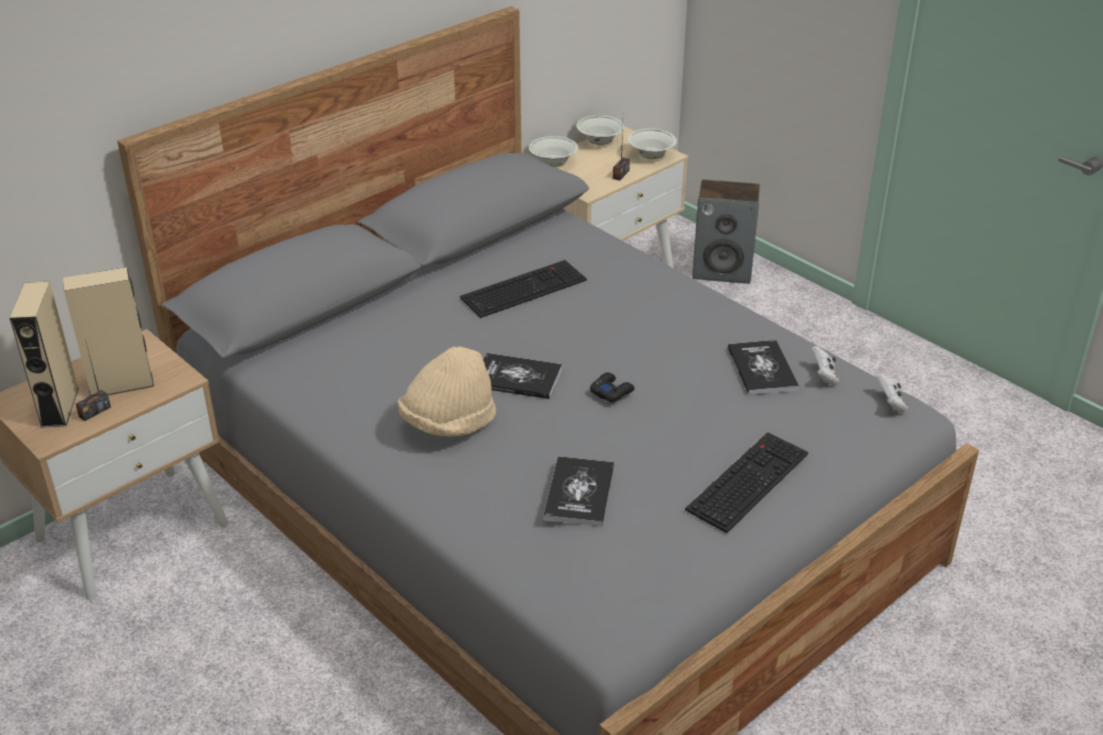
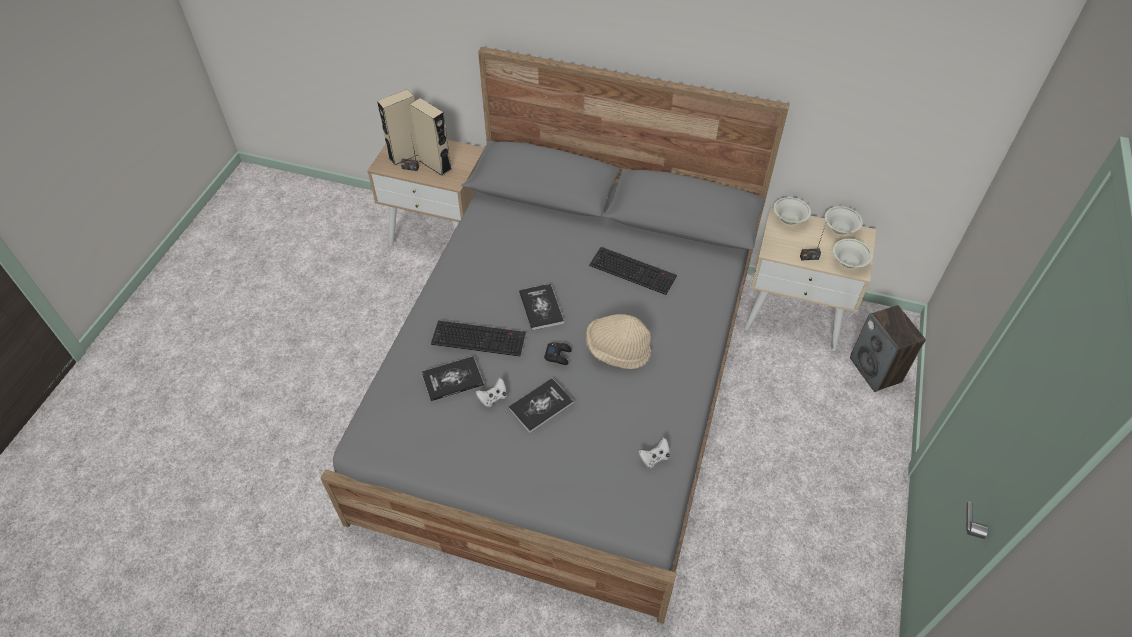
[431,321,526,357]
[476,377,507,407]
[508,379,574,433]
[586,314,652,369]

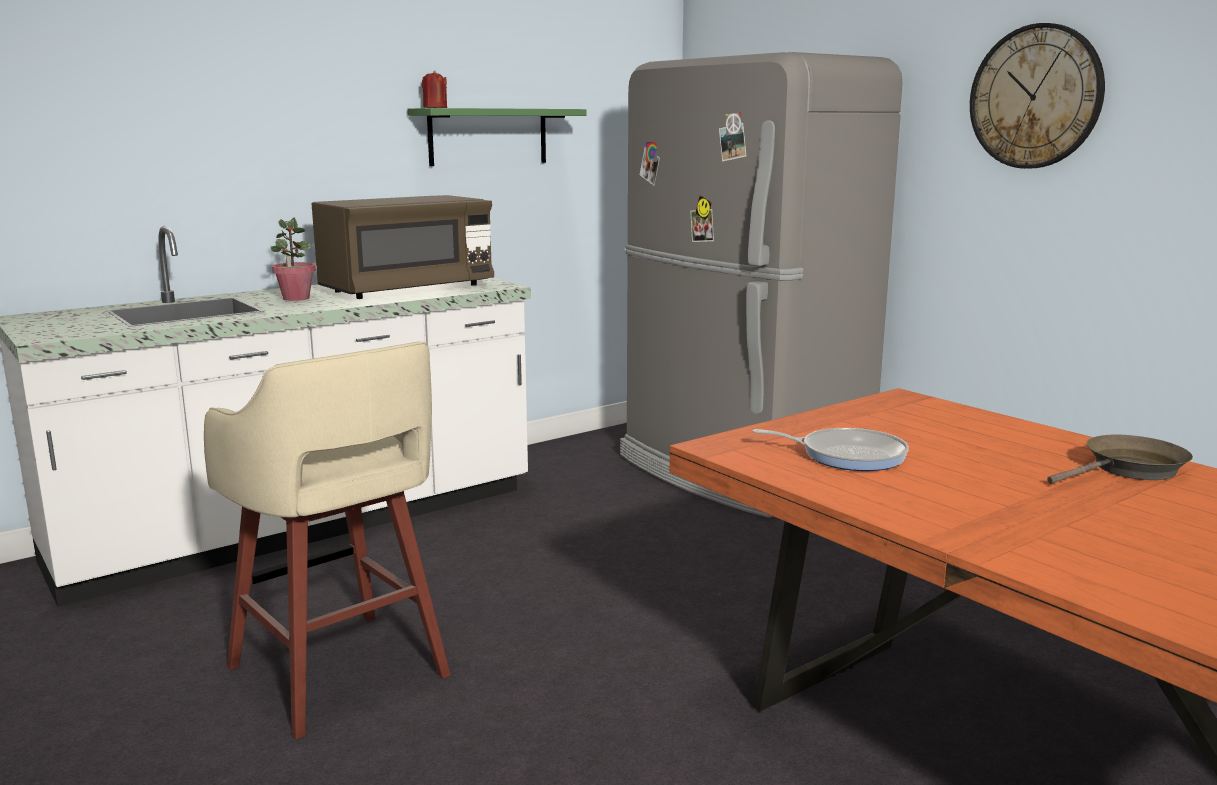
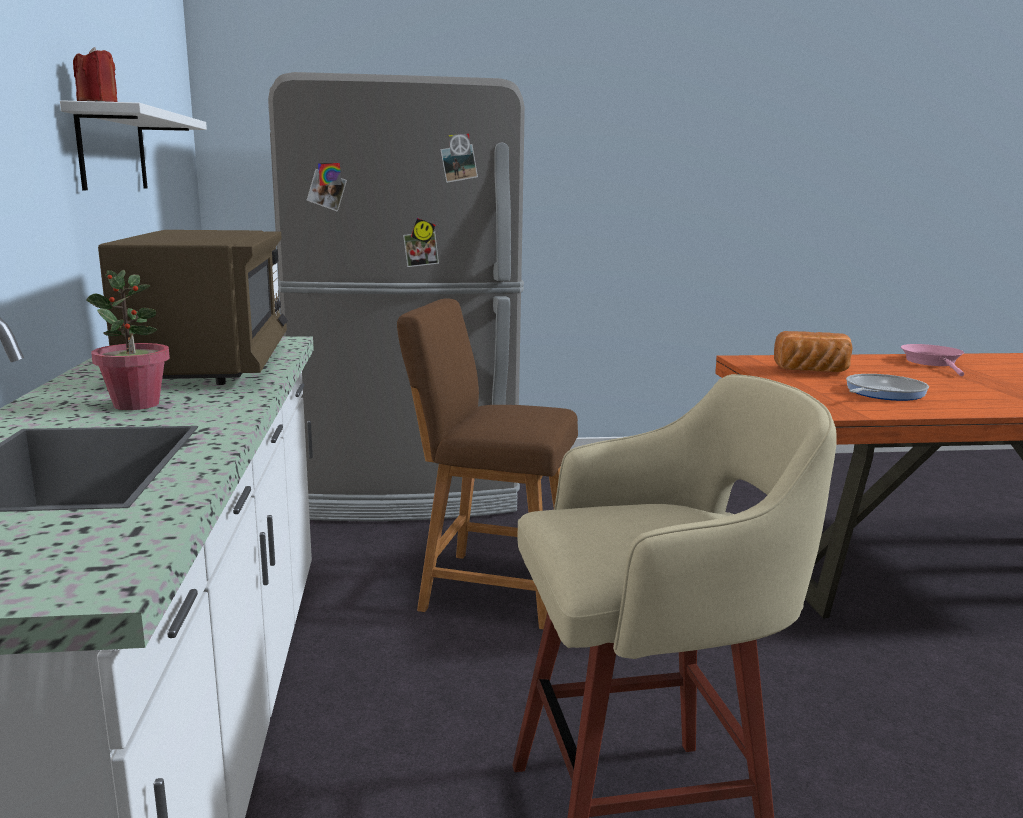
[60,100,207,190]
[397,299,578,629]
[774,331,853,372]
[901,344,964,376]
[970,23,1105,169] (first image)

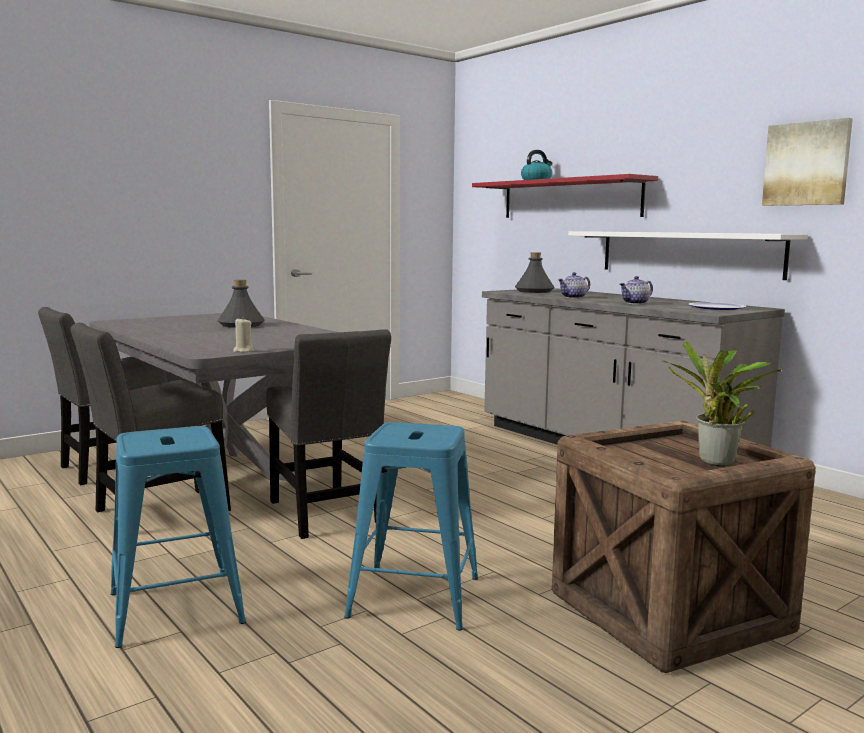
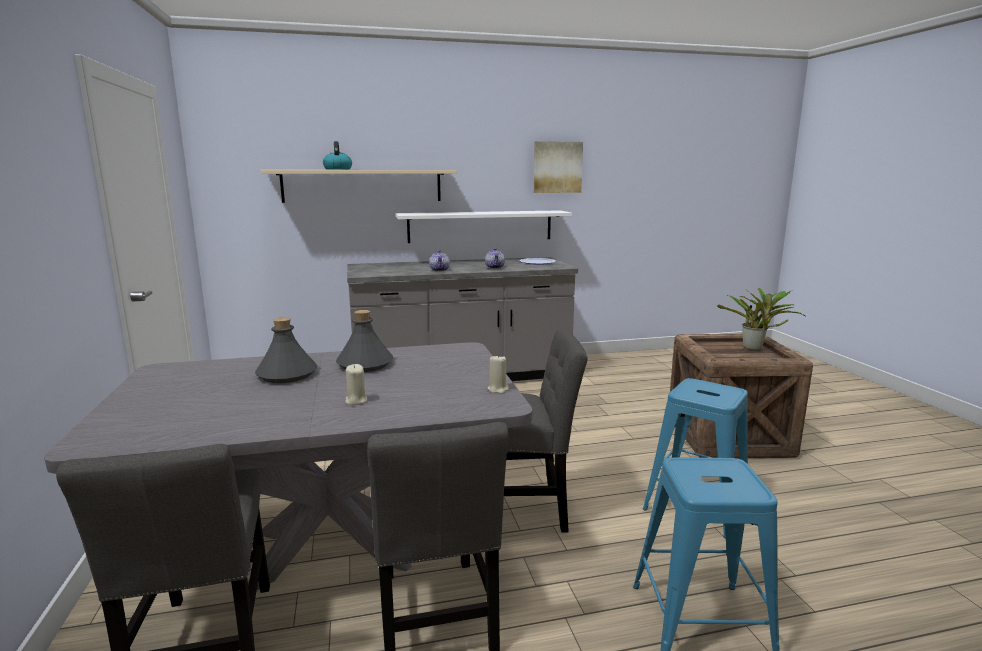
[261,170,457,203]
[336,310,393,372]
[345,364,367,405]

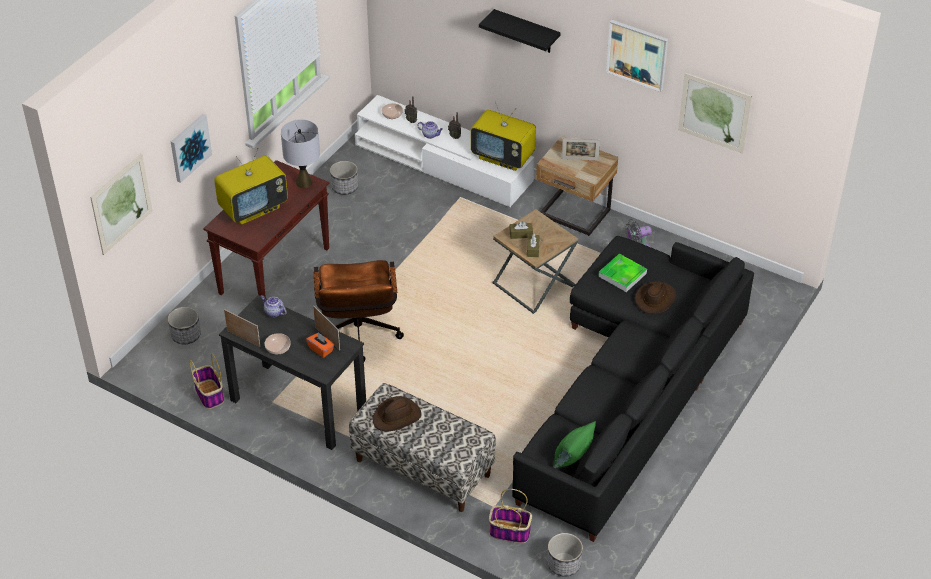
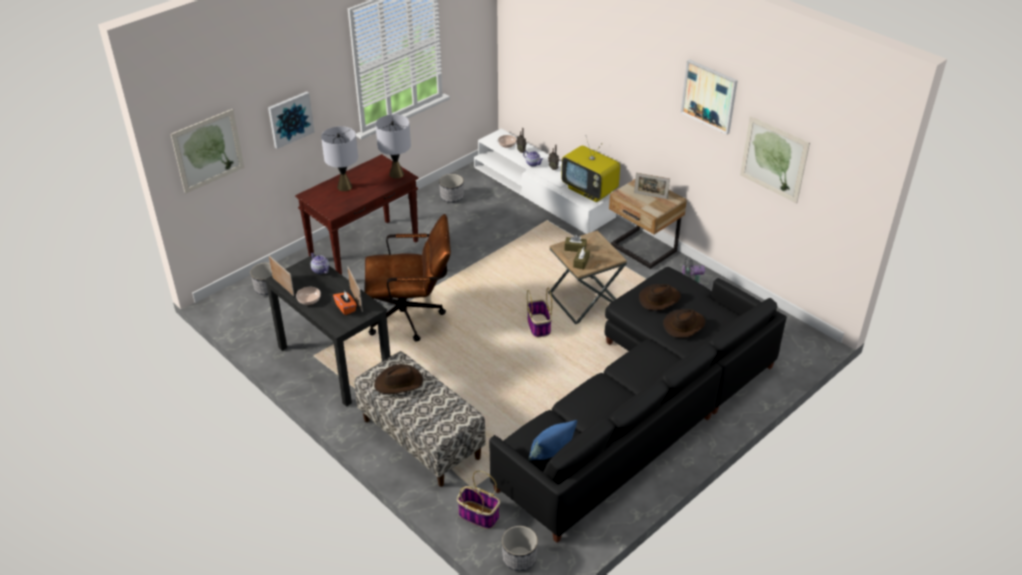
[321,126,358,191]
[365,214,451,341]
[527,288,552,338]
[528,420,577,460]
[639,284,681,311]
[479,9,561,53] (first image)

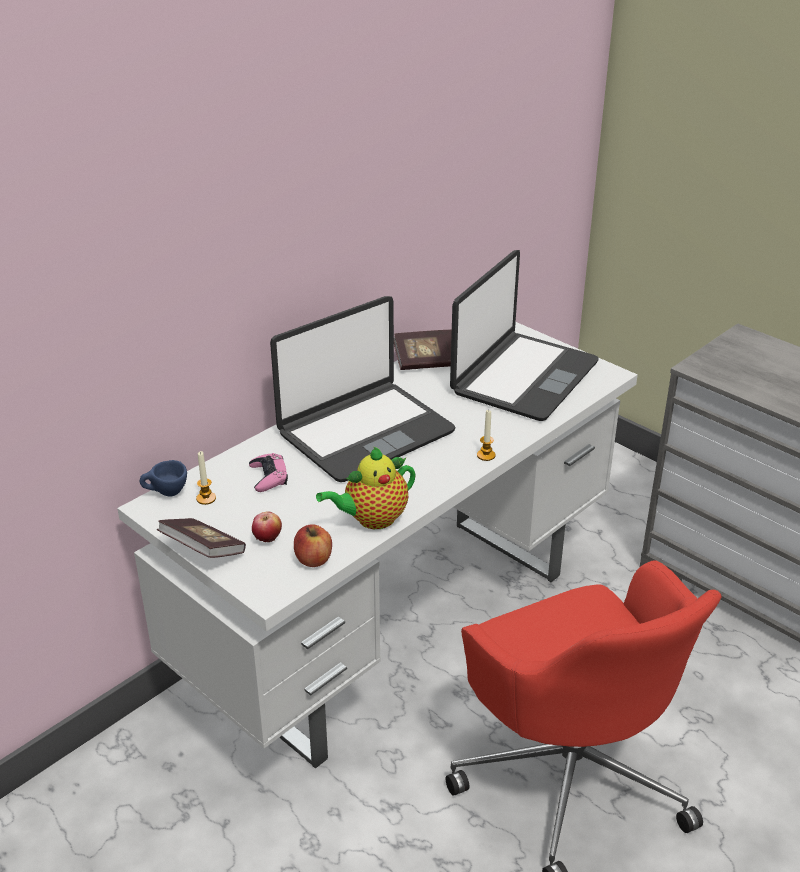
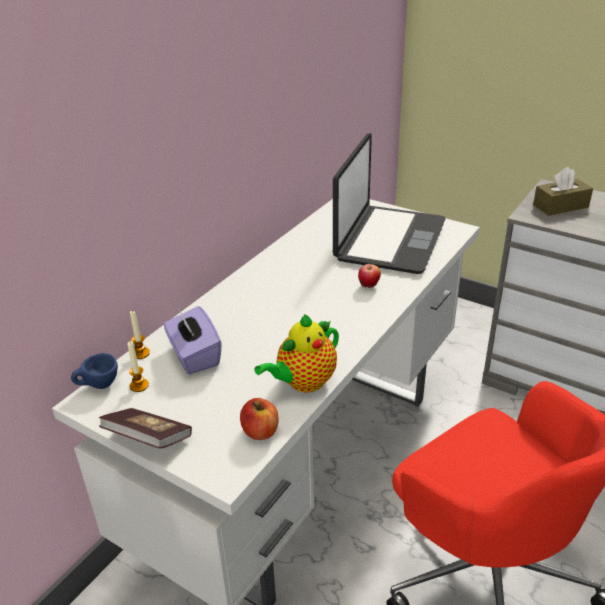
[130,311,150,359]
[164,306,222,374]
[358,264,381,288]
[533,167,593,216]
[270,296,456,482] (first image)
[394,330,452,370] (first image)

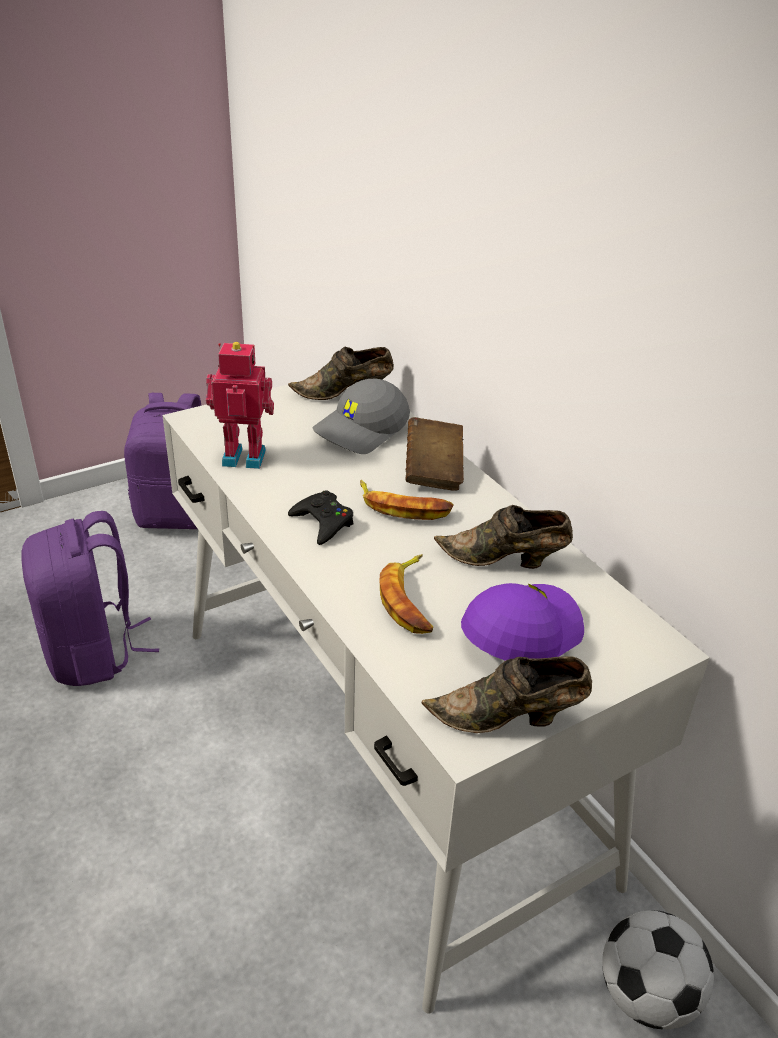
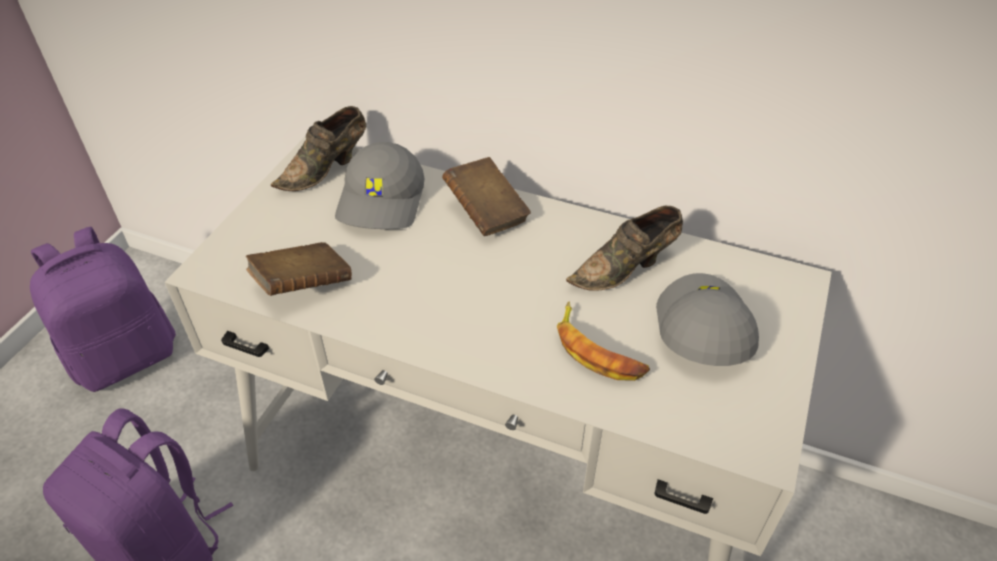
[246,242,352,296]
[656,273,759,366]
[288,490,354,545] (first image)
[360,480,454,520] (first image)
[422,656,592,733] (first image)
[602,910,714,1029] (first image)

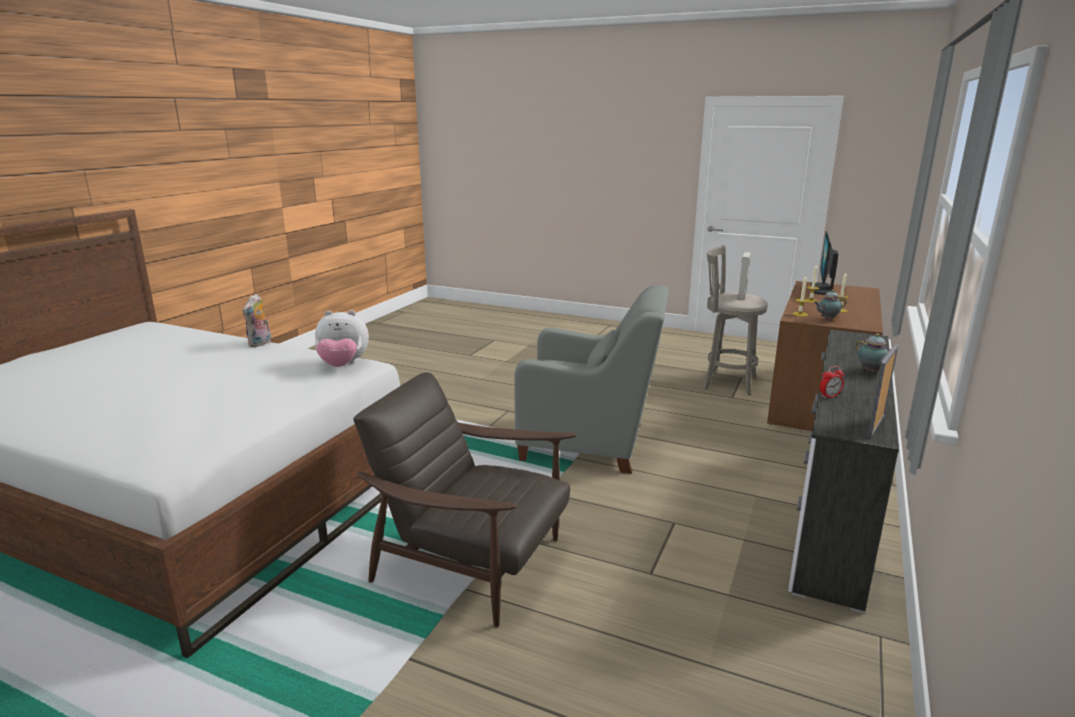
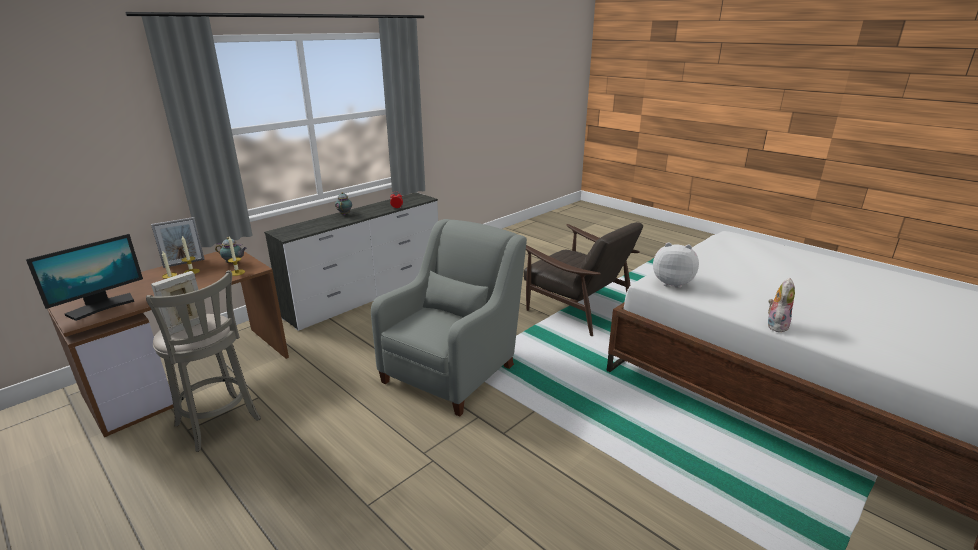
[151,217,205,268]
[371,219,527,417]

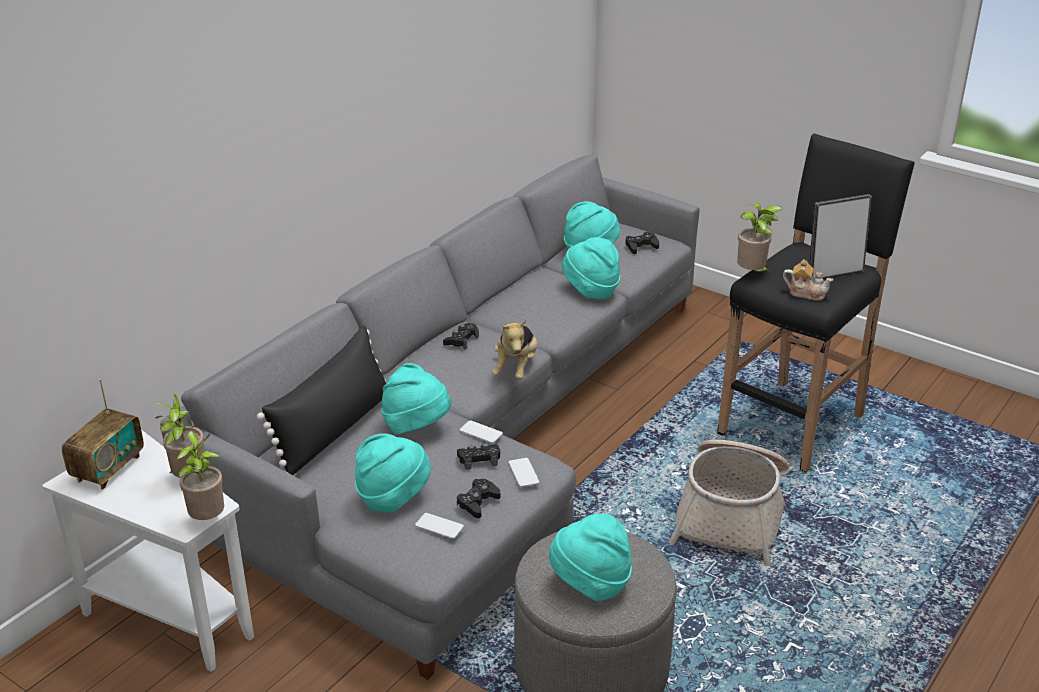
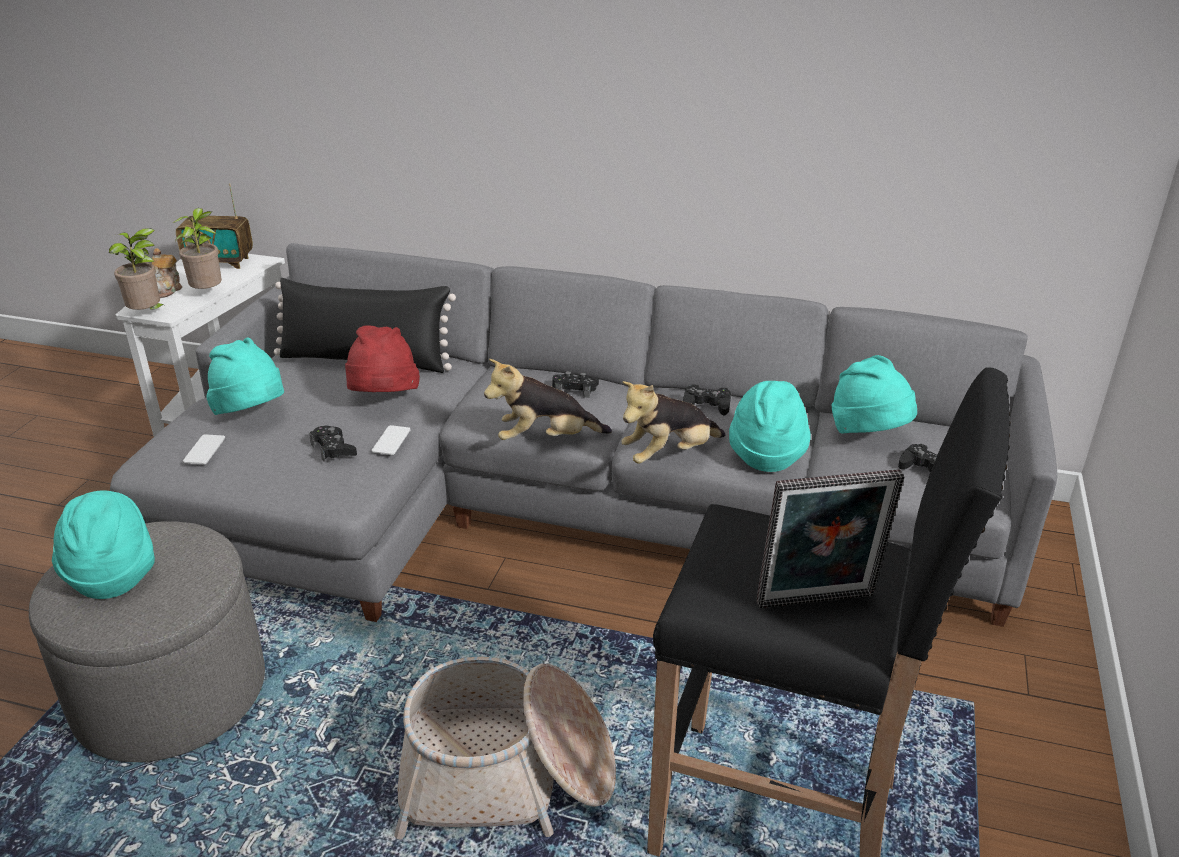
[151,248,182,298]
[345,325,420,392]
[621,381,725,464]
[683,384,731,416]
[756,469,904,608]
[509,458,539,487] (first image)
[737,204,782,272] (first image)

